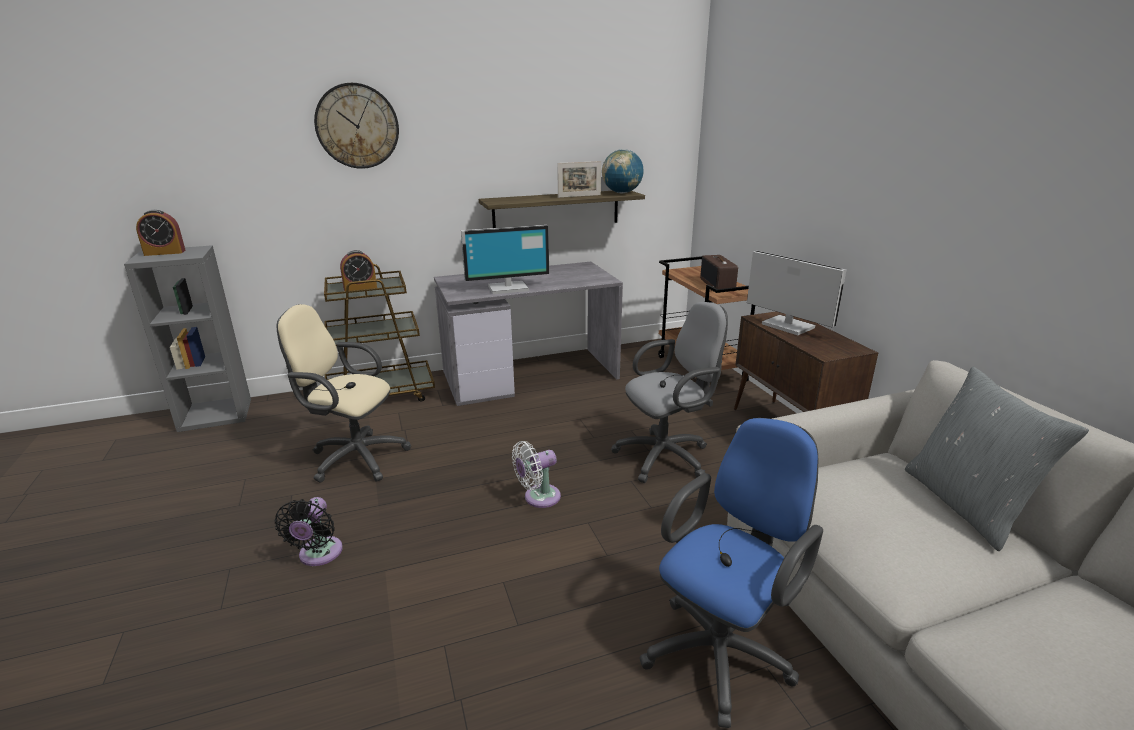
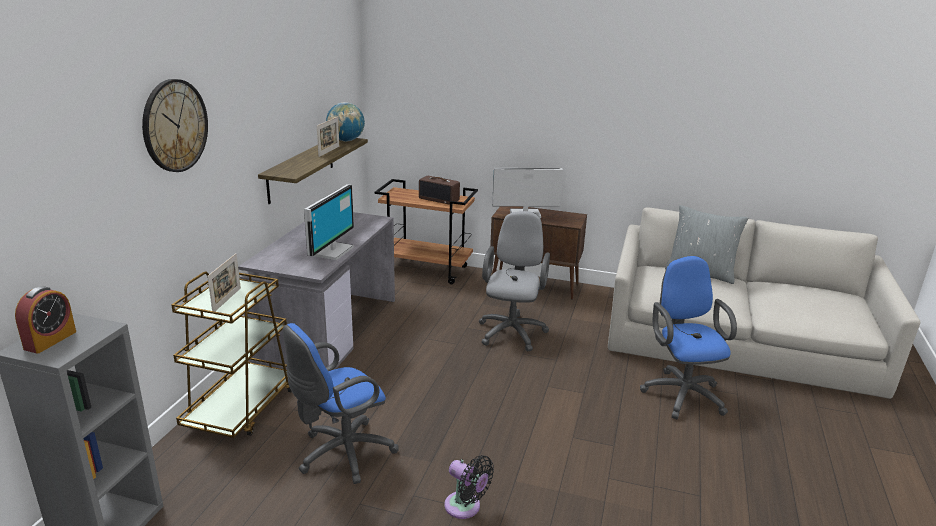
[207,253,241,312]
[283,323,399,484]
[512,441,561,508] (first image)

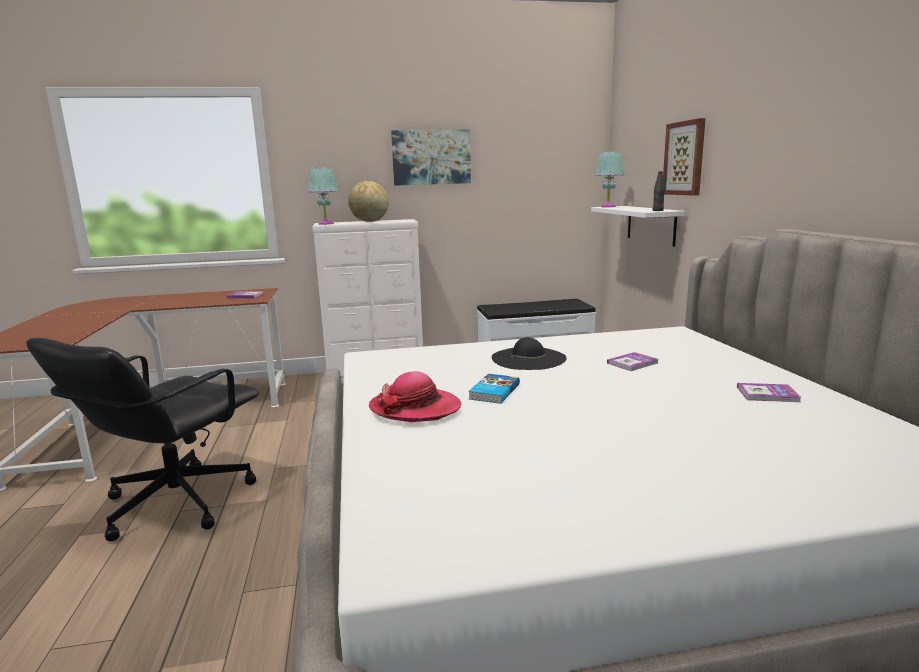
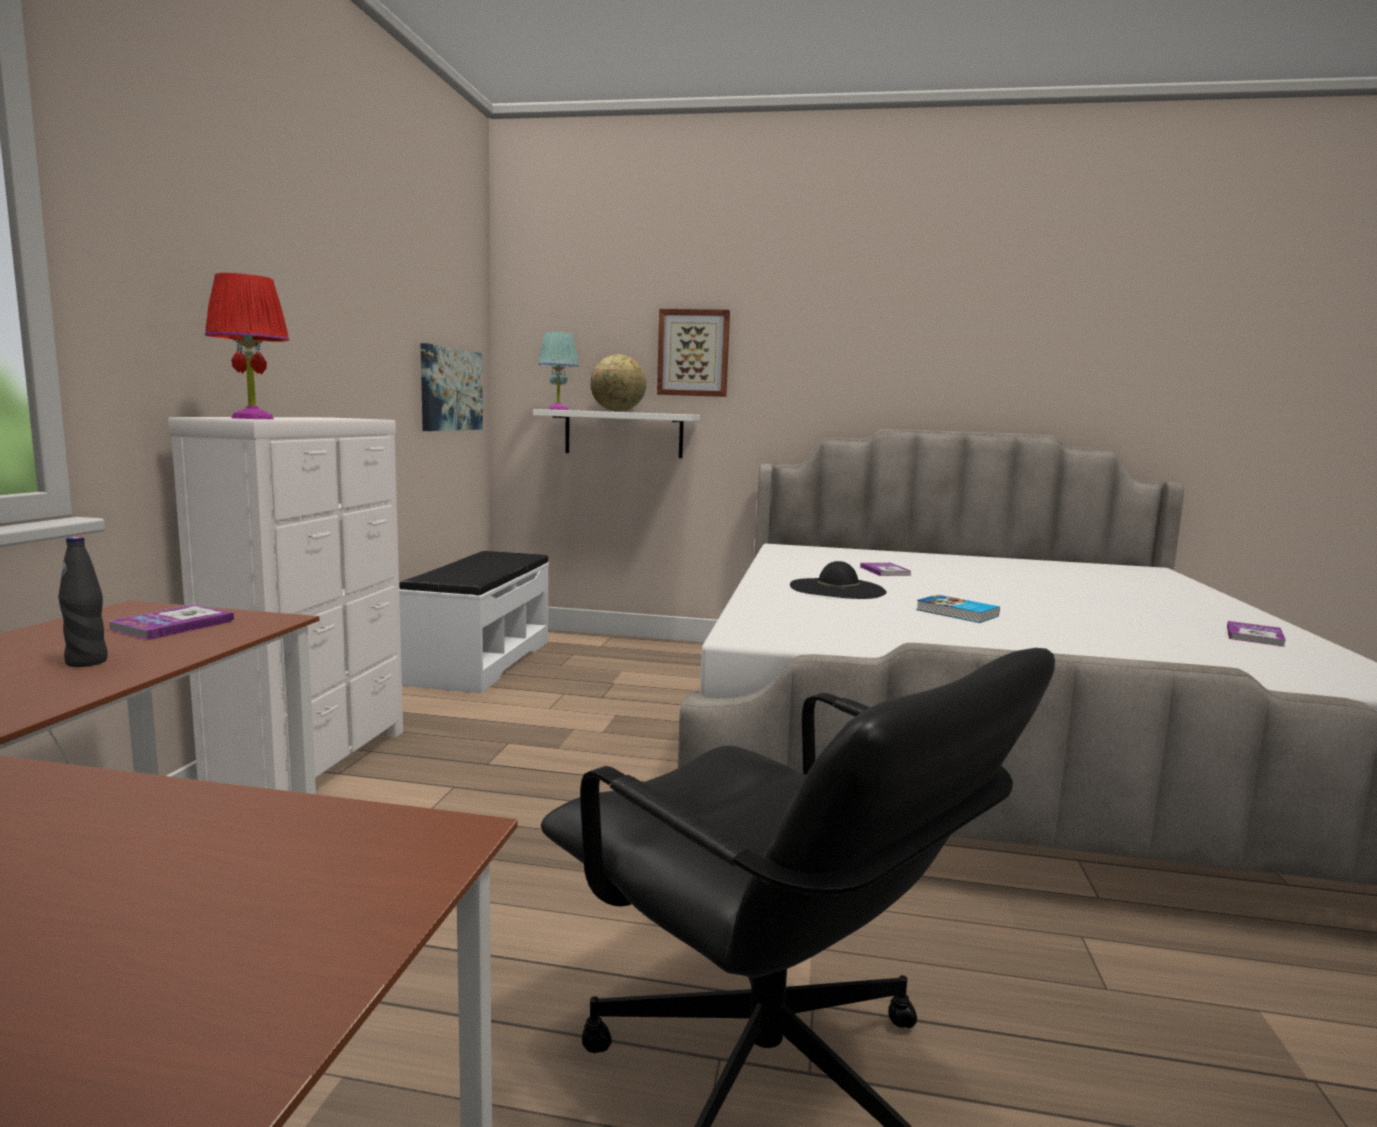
[58,536,108,667]
[205,273,289,419]
[421,343,483,431]
[590,354,647,412]
[1227,621,1286,647]
[369,371,461,422] (first image)

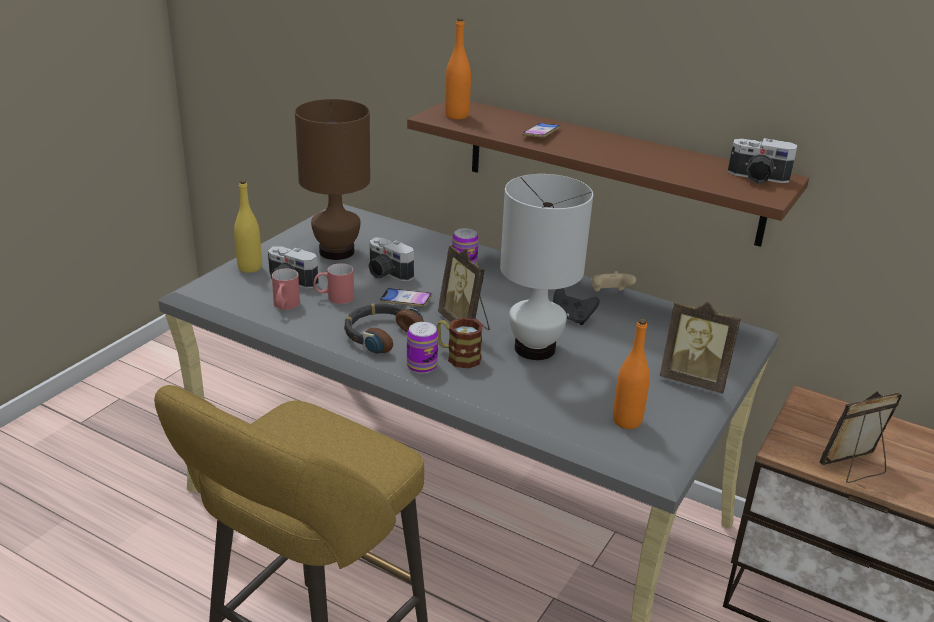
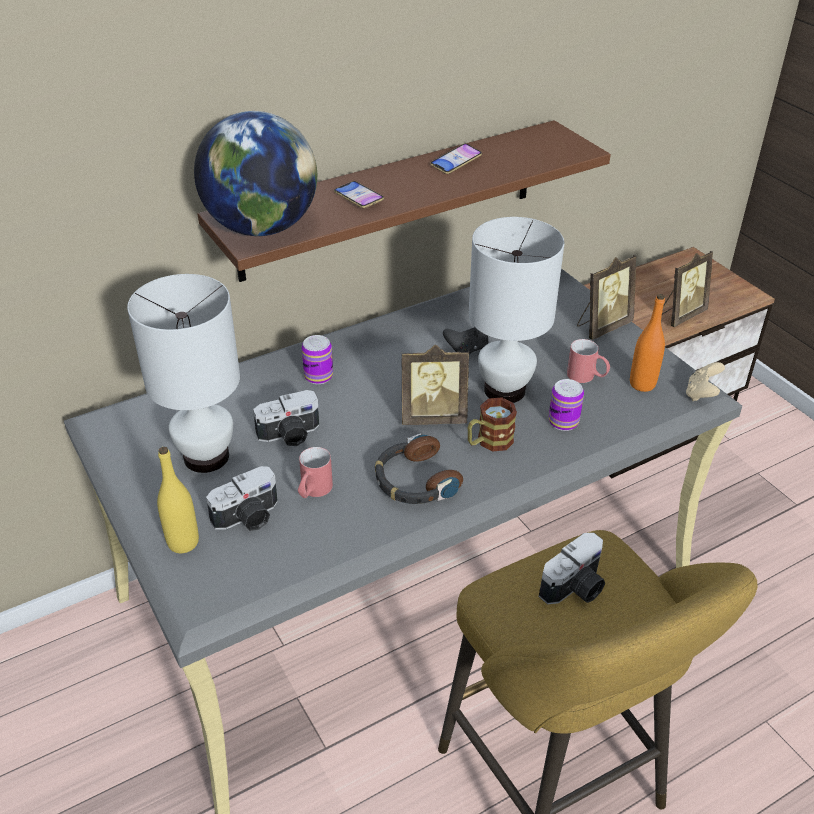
[127,274,240,473]
[194,111,317,236]
[430,144,482,174]
[539,533,605,604]
[549,379,584,431]
[567,339,610,383]
[662,251,713,327]
[686,362,725,401]

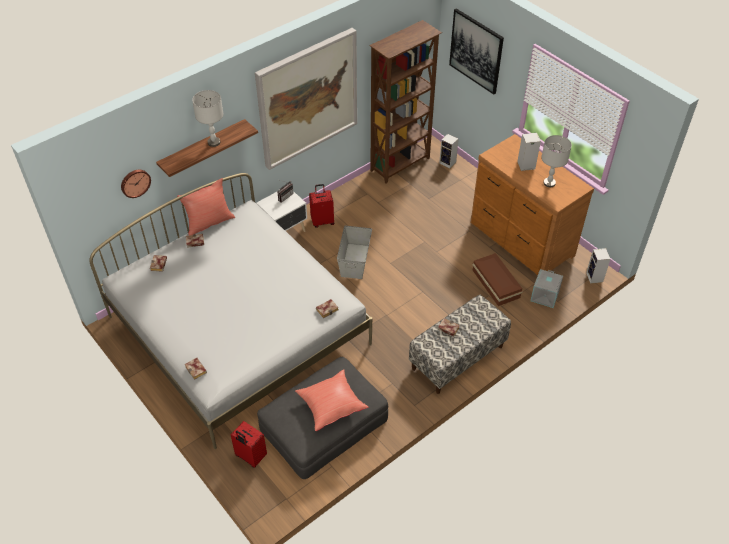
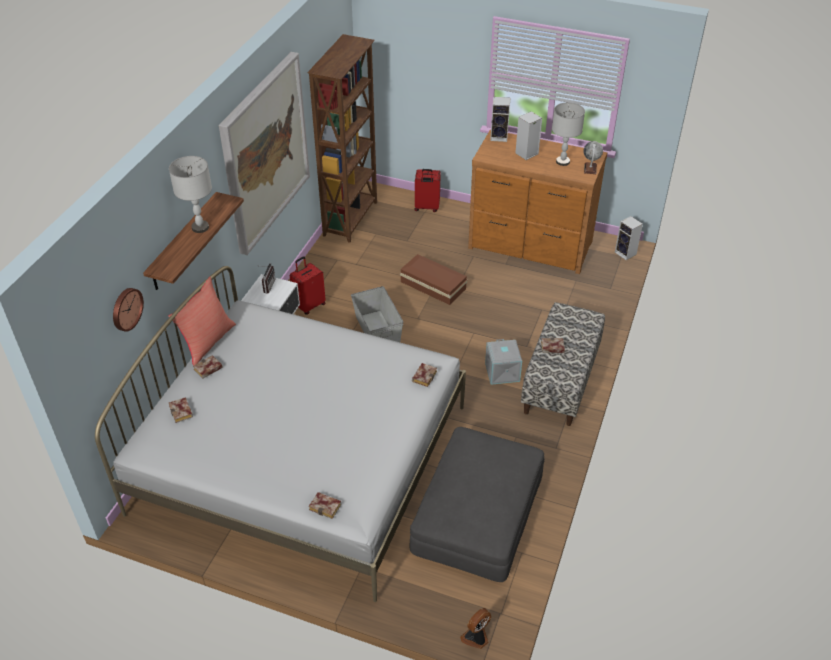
[400,254,467,305]
[414,169,441,212]
[460,608,491,649]
[485,339,522,385]
[490,97,510,142]
[584,141,603,174]
[295,369,368,431] (first image)
[449,8,504,95] (first image)

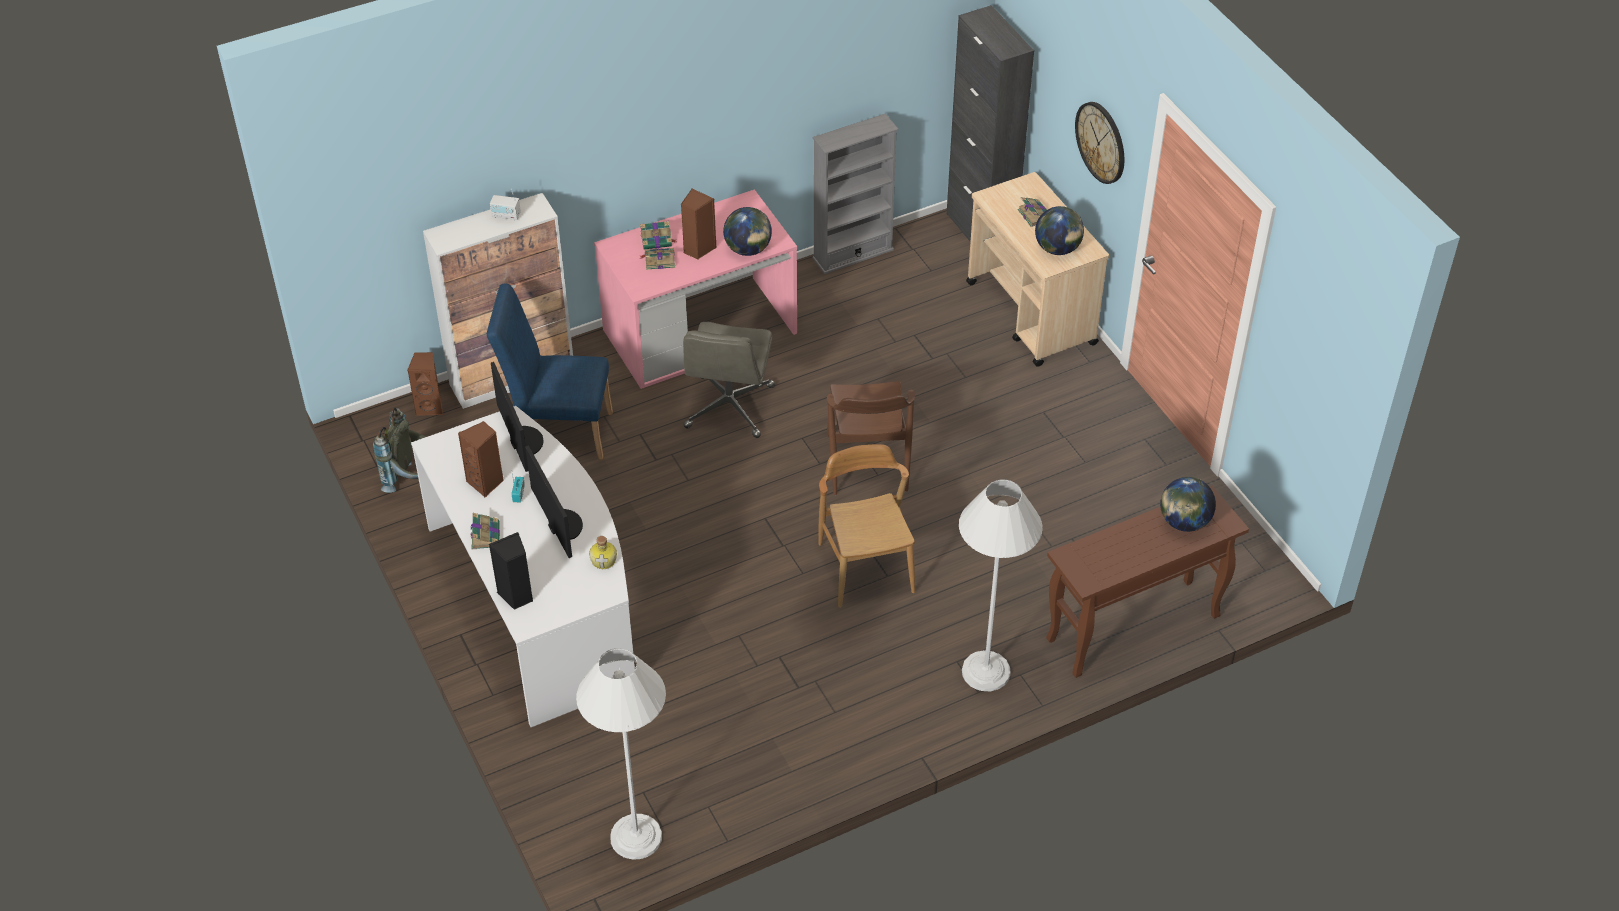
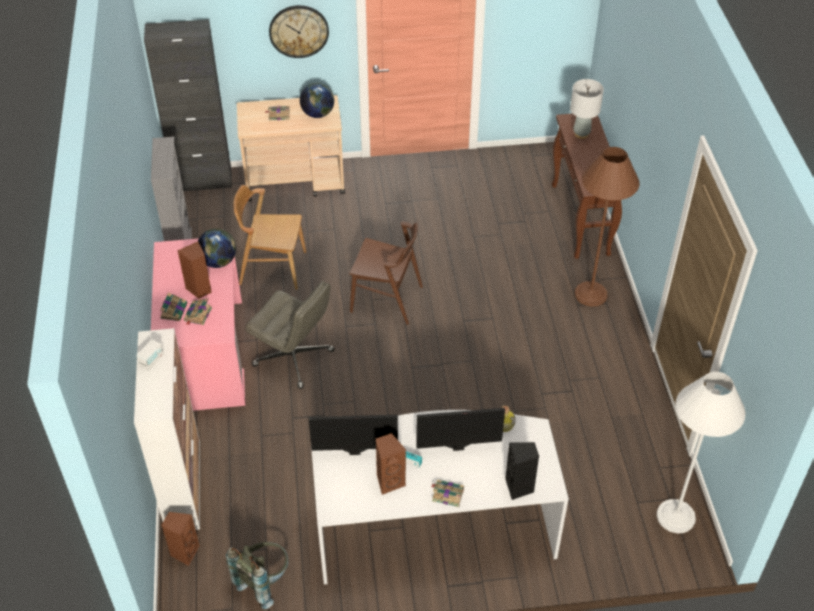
[234,185,306,290]
[570,79,604,139]
[574,147,639,306]
[487,283,613,460] (first image)

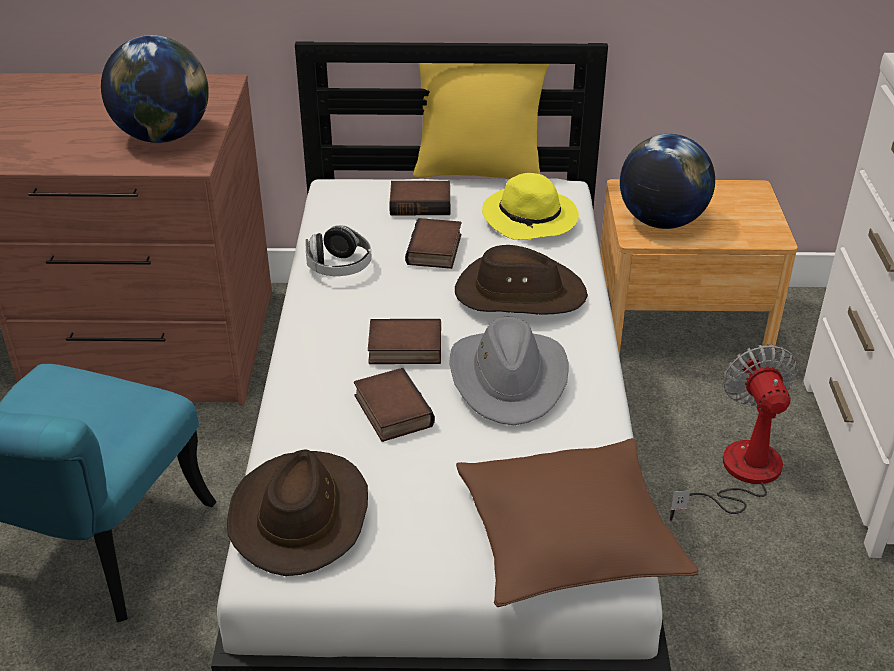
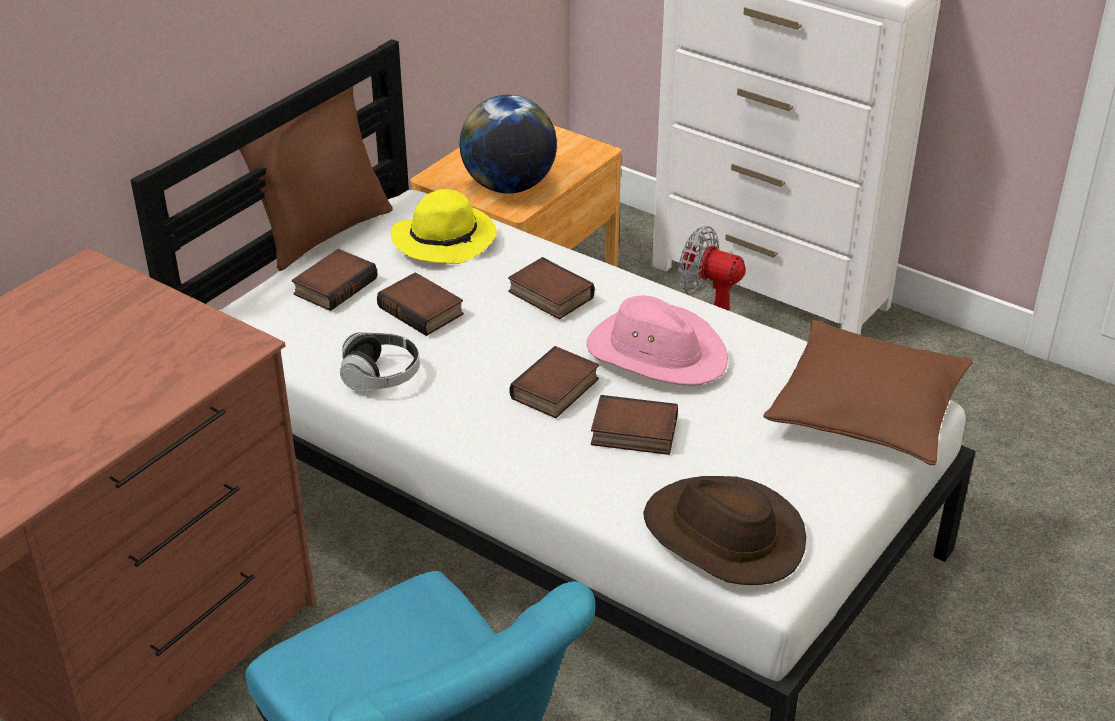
[239,86,393,271]
[508,257,595,319]
[586,295,728,386]
[101,35,209,143] (first image)

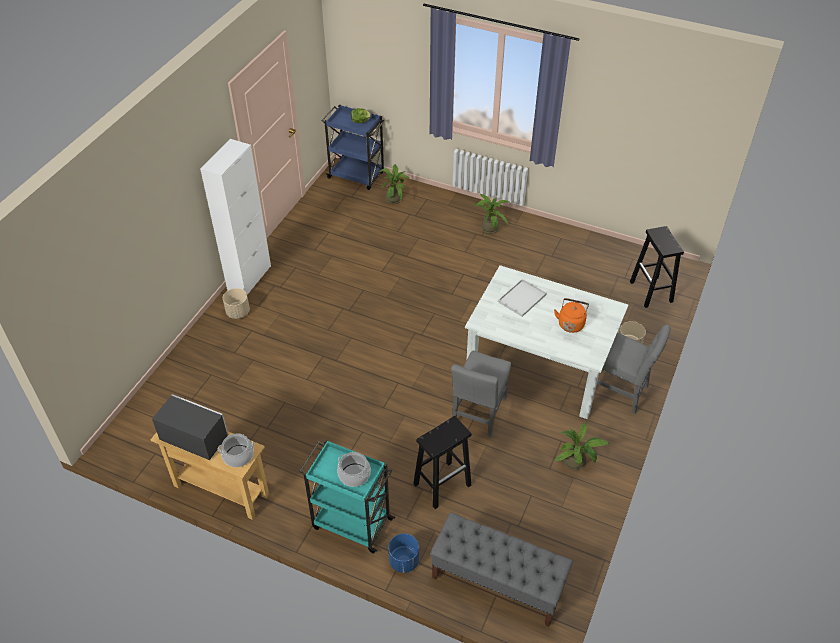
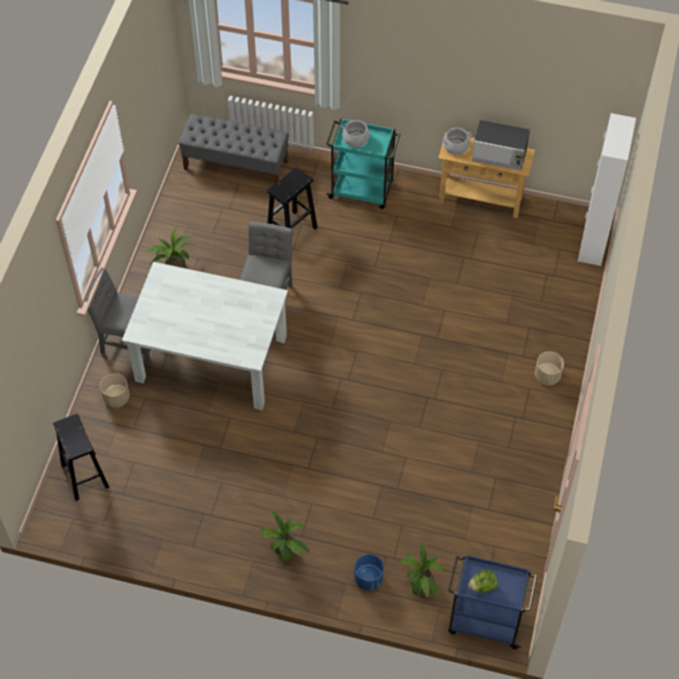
[354,554,384,590]
[578,113,636,266]
[498,279,547,317] (first image)
[554,298,589,333] (first image)

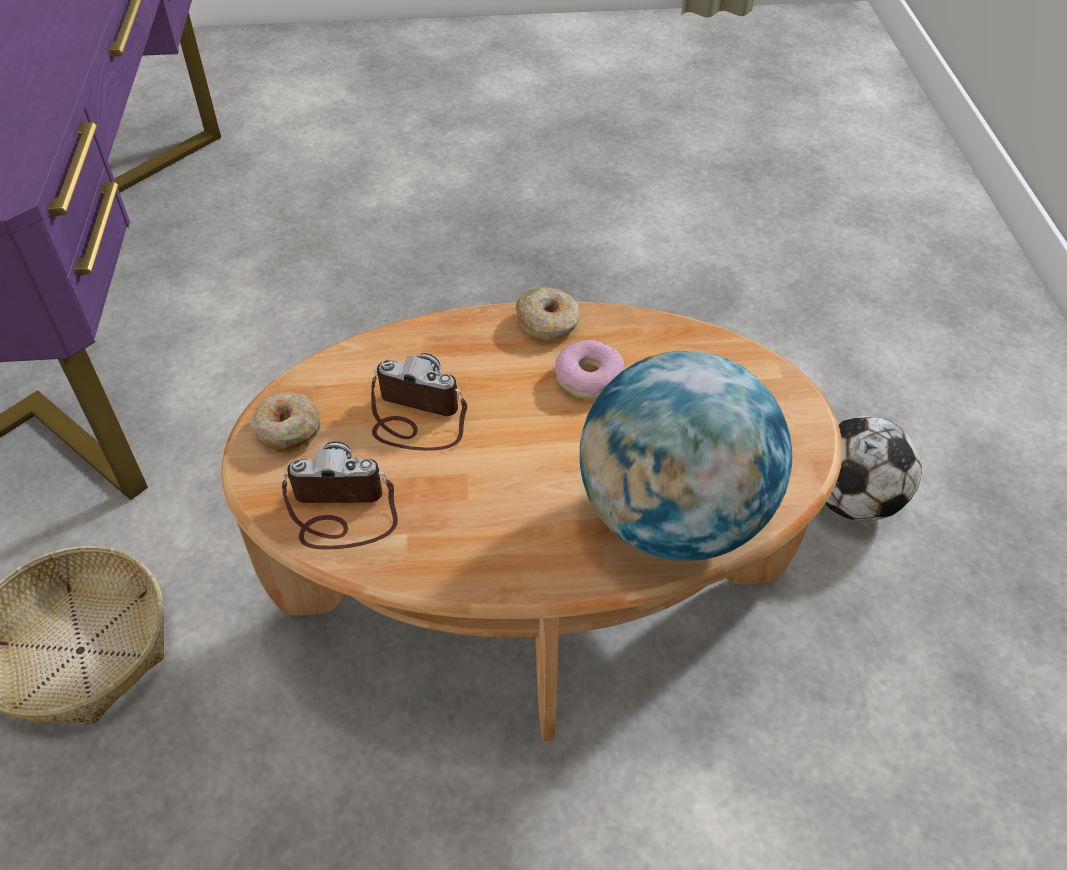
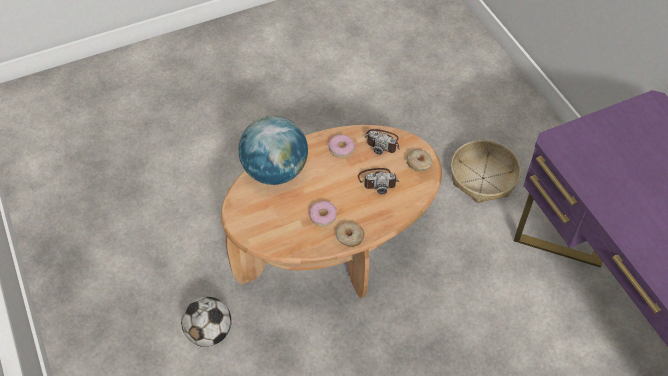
[328,135,355,158]
[365,129,400,155]

